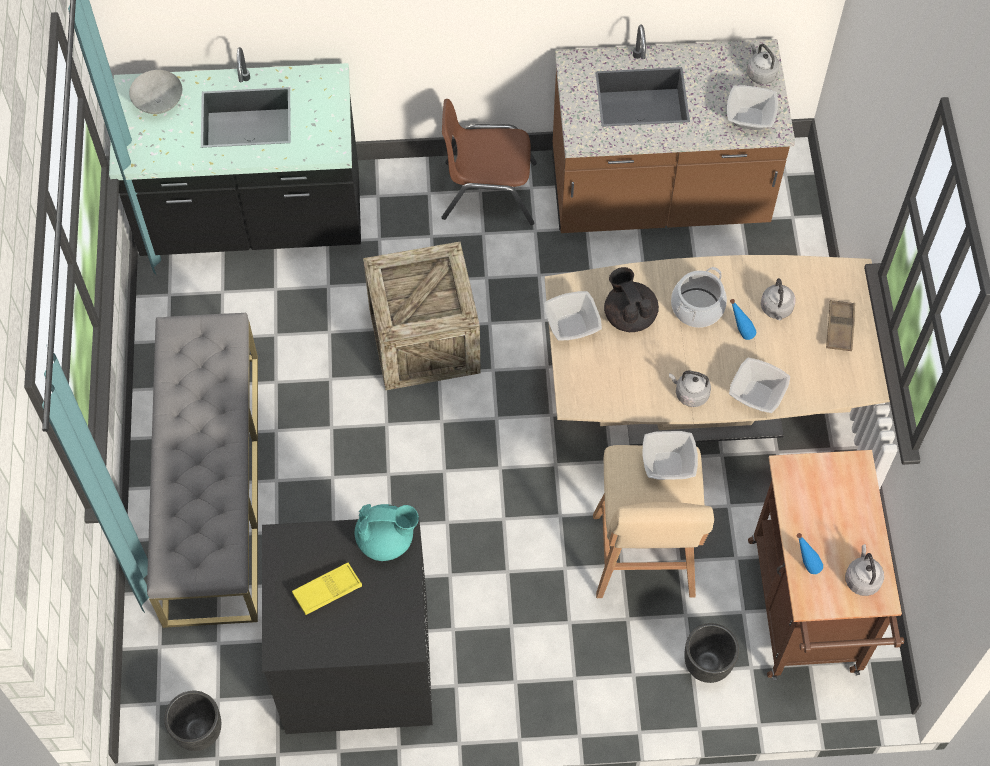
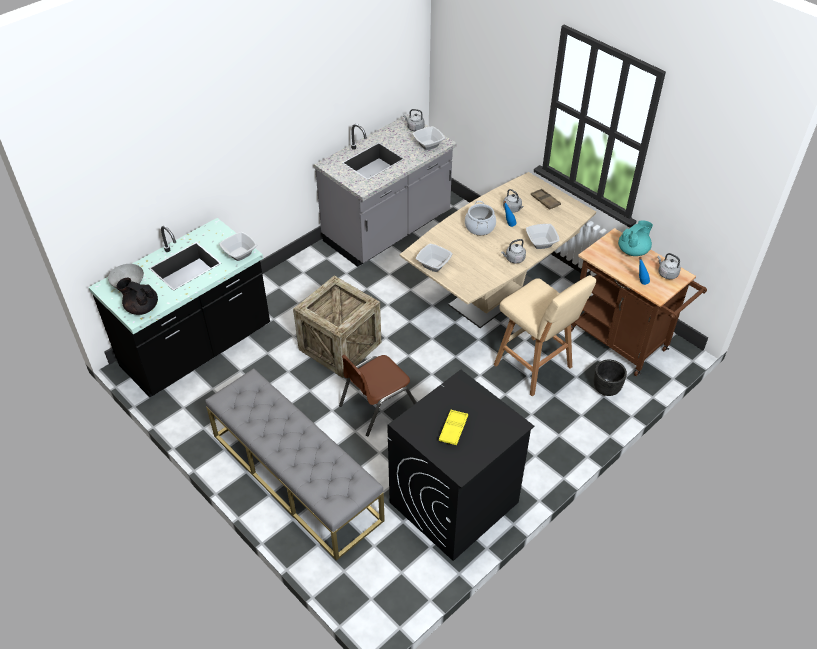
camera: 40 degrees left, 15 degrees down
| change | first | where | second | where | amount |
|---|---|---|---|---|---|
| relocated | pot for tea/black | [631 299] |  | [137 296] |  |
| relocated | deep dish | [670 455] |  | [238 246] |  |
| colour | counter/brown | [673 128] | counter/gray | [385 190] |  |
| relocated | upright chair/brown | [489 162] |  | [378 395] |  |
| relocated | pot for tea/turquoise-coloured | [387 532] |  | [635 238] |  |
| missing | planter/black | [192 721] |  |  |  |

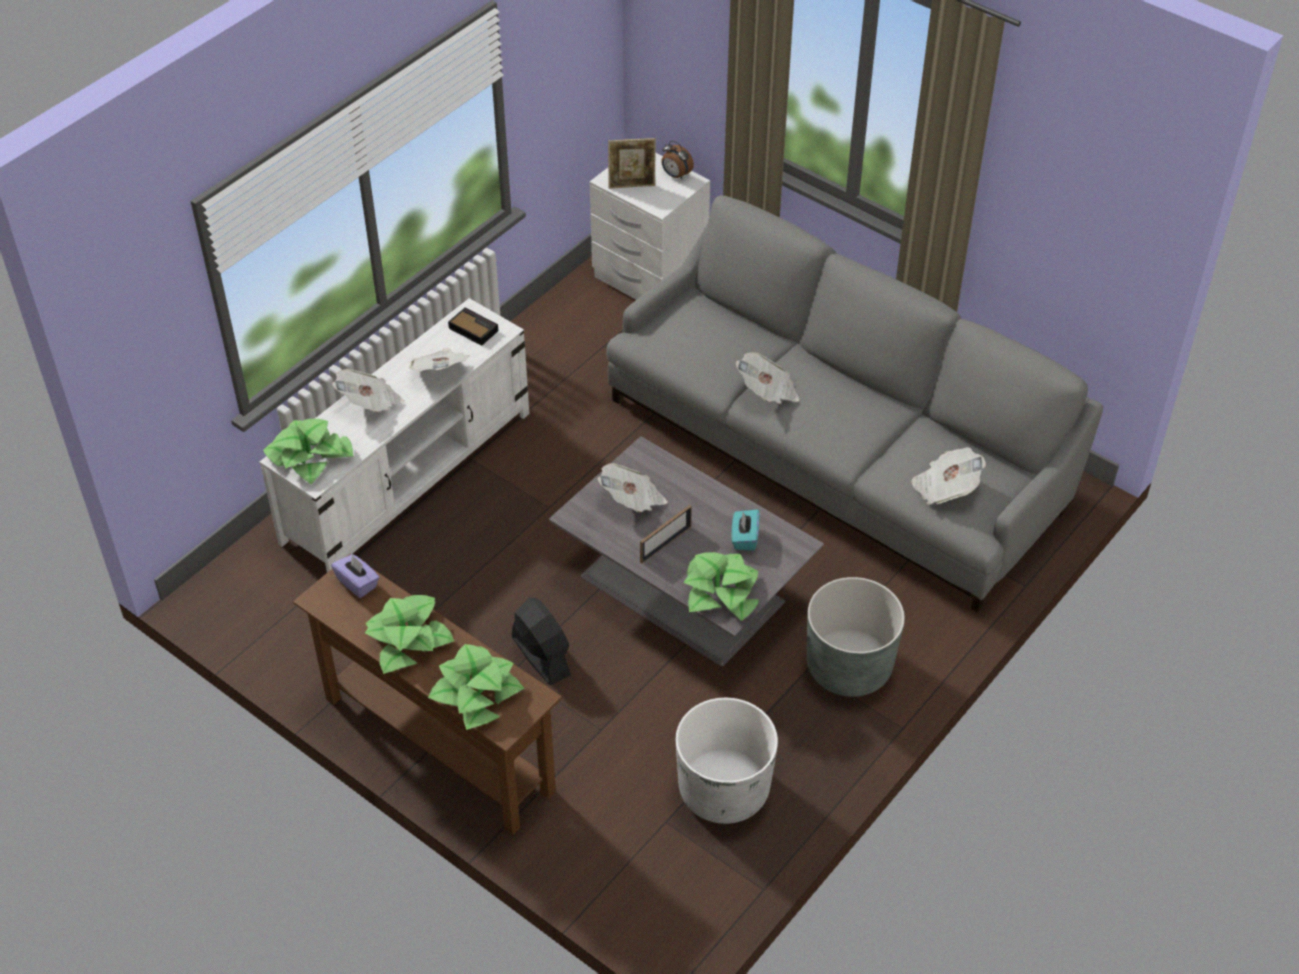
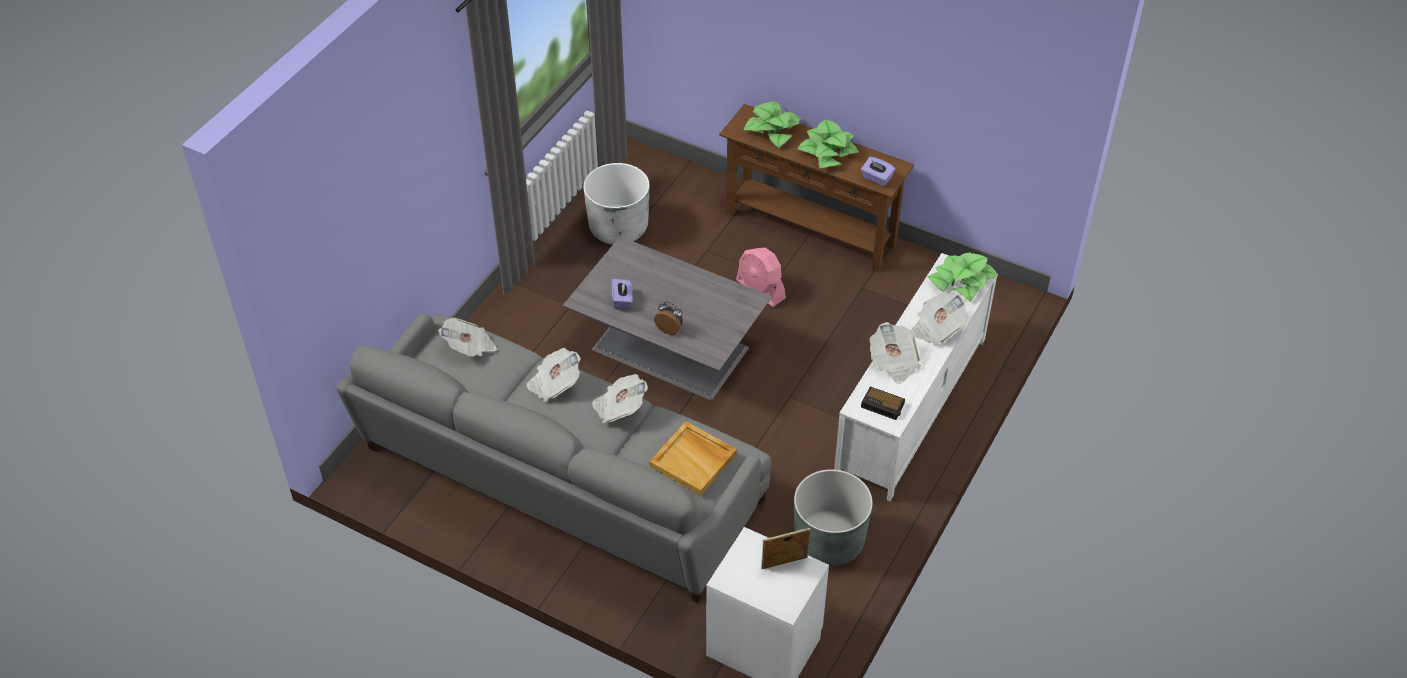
camera: 170 degrees right, 0 degrees up
| change | first | where | second | where | amount |
|---|---|---|---|---|---|
| relocated | printed paper | [632 488] |  | [553 375] |  |
| colour | tissue holder/turquoise-coloured | [746 530] | tissue holder/purplish | [622 294] |  |
| appeared |  |  | serving tray/beige | [693 458] |  |
| relocated | alarm clock | [677 160] |  | [668 318] |  |
| colour | fan/black | [541 641] | fan/pinkish | [761 277] |  |
| relocated | planter/gray | [856 637] |  | [833 517] |  |
| missing | picture frame | [666 534] |  |  |  |
| missing | plant in a pot | [721 586] |  |  |  |

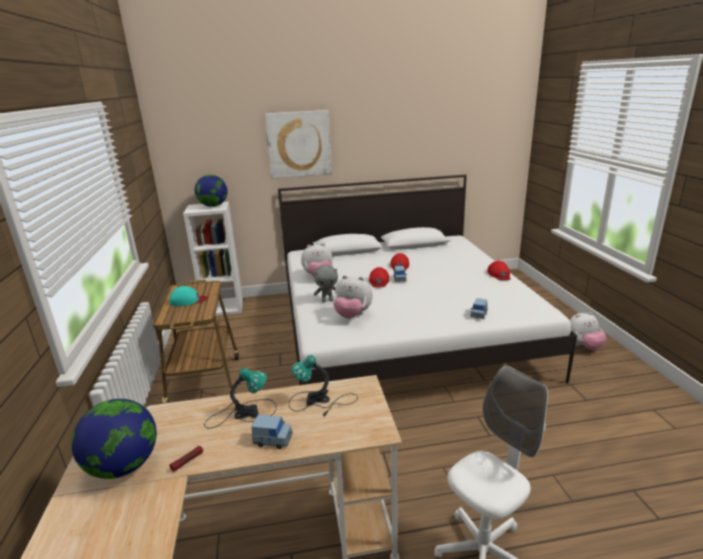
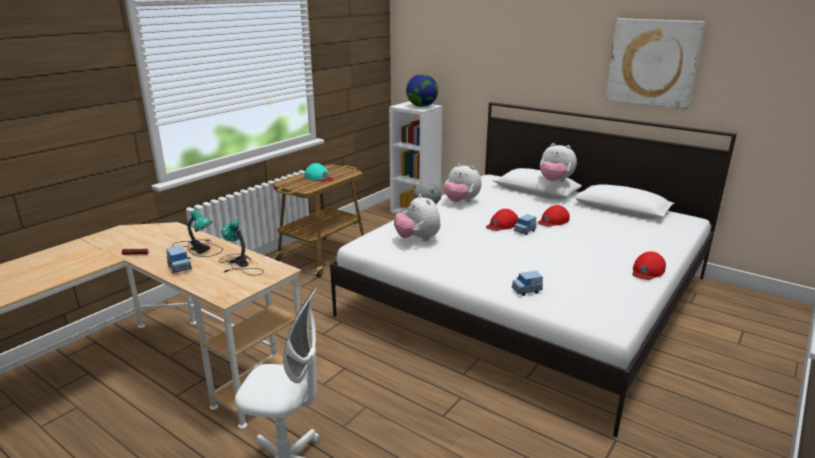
camera: 45 degrees right, 0 degrees up
| change | first | where | second | where | amount |
|---|---|---|---|---|---|
| relocated | plush toy | [588 331] |  | [558 162] |  |
| relocated | picture | [298 144] |  | [655 63] |  |
| missing | globe | [114 439] |  |  |  |

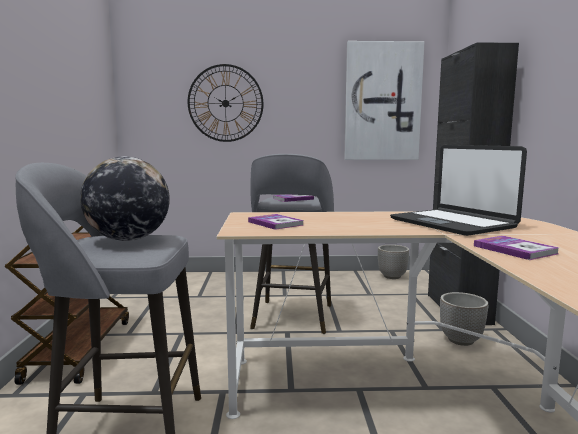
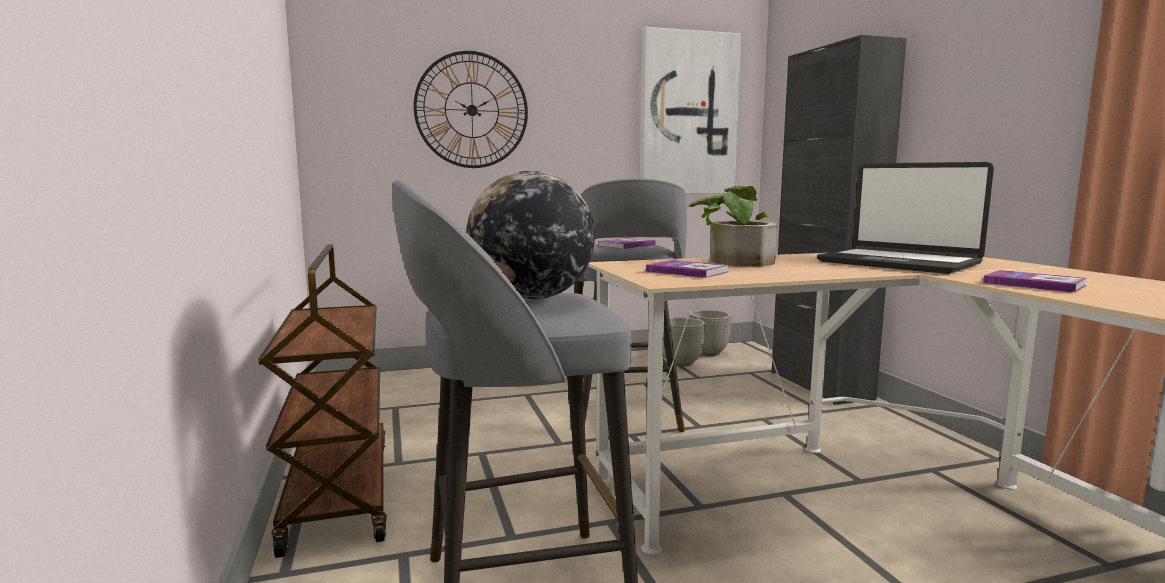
camera: 15 degrees left, 0 degrees up
| change | first | where | second | where | amount |
|---|---|---|---|---|---|
| relocated | planter | [464 319] |  | [684 342] |  |
| appeared |  |  | plant in a pot | [733 225] |  |

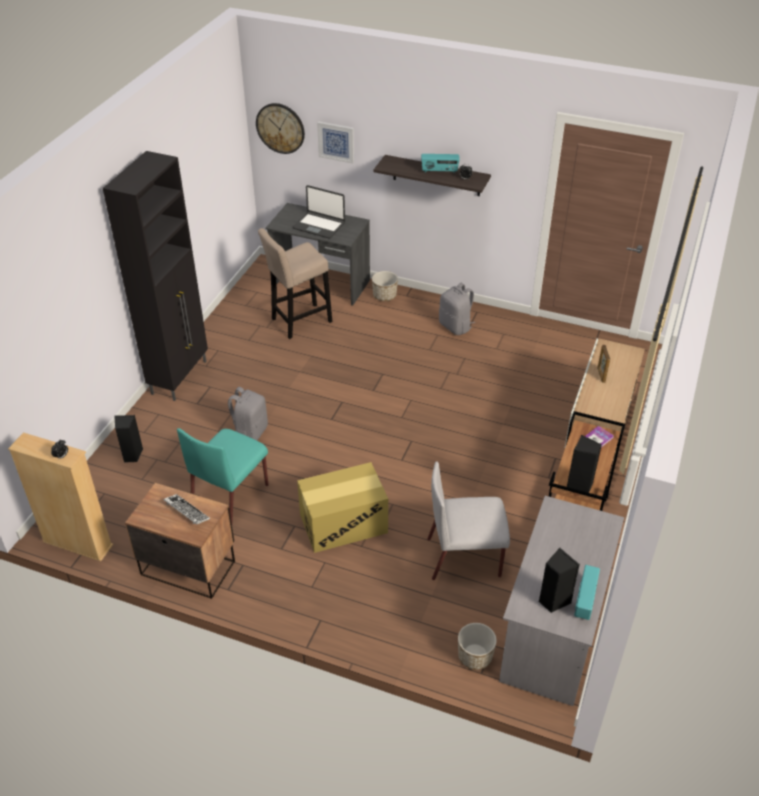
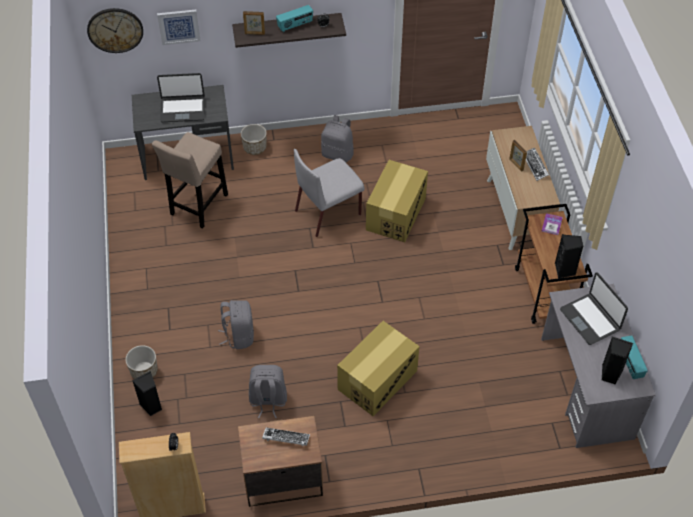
camera: 30 degrees left, 10 degrees up
| change | first | where | second | where | amount |
|---|---|---|---|---|---|
| relocated | planter | [477 646] |  | [141 362] |  |
| appeared |  |  | picture frame | [254 23] |  |
| exchanged | upright chair/turquoise-coloured | [223 475] | knapsack/gray | [268 391] |  |
| relocated | upright chair/gray | [468 520] |  | [329 193] |  |
| appeared |  |  | carton | [397 201] |  |
| appeared |  |  | PC keyboard | [537 164] |  |
| appeared |  |  | laptop | [594 308] |  |
| missing | cabinet/black | [155 276] |  |  |  |

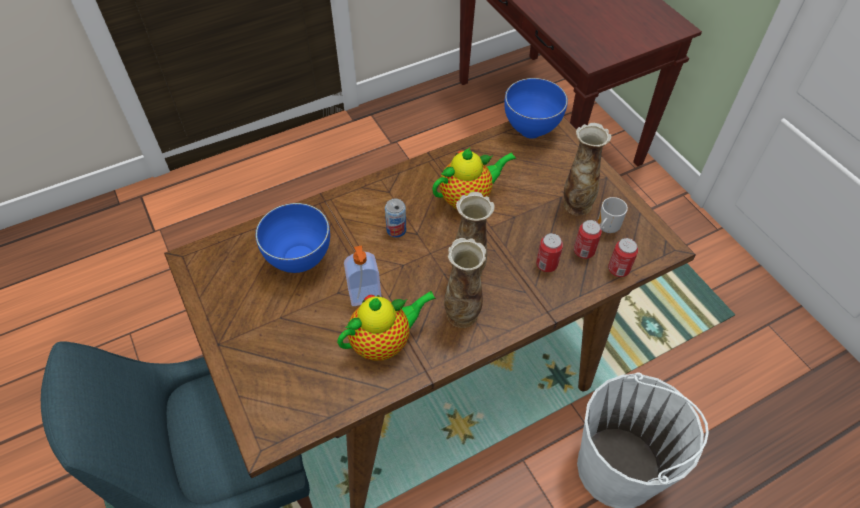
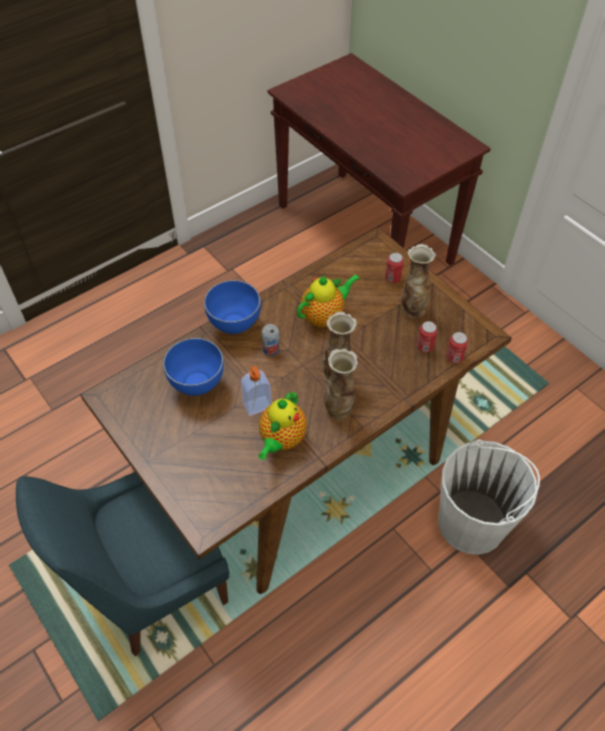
camera: 10 degrees left, 0 degrees up
| change | first | where | second | where | amount |
|---|---|---|---|---|---|
| relocated | deep dish/blue | [536 108] |  | [232 307] |  |
| spun | pot for tea | [386 326] |  | [282 425] | 150 degrees clockwise |
| relocated | can | [549 252] |  | [394 268] |  |
| missing | coffee mug | [612 215] |  |  |  |

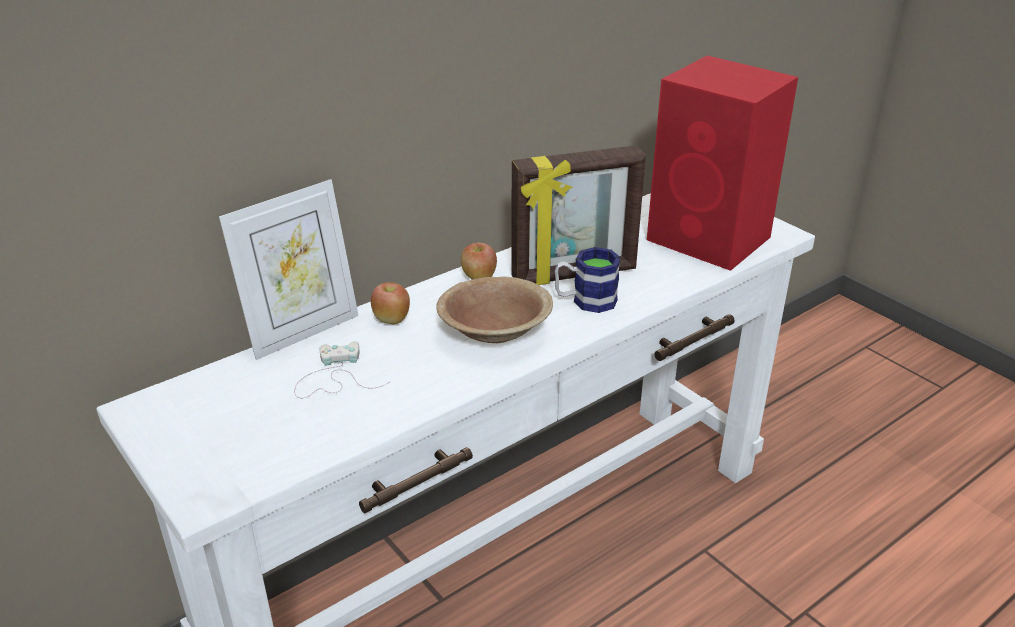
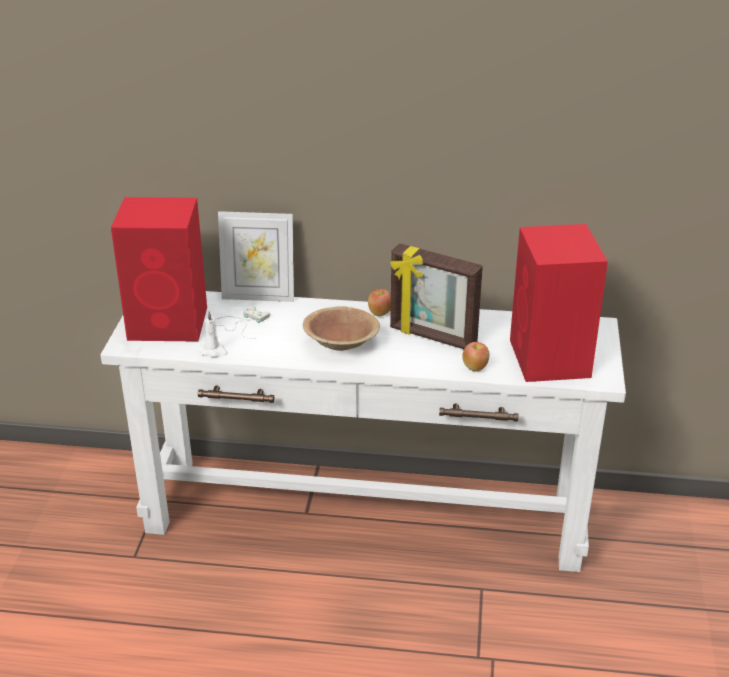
camera: 45 degrees right, 0 degrees up
| change | first | where | second | where | amount |
|---|---|---|---|---|---|
| appeared |  |  | loudspeaker/red | [159 269] |  |
| appeared |  |  | wax light/white | [213 334] |  |
| relocated | apple fruit | [390 303] |  | [475 357] |  |
| missing | coffee mug | [588 280] |  |  |  |

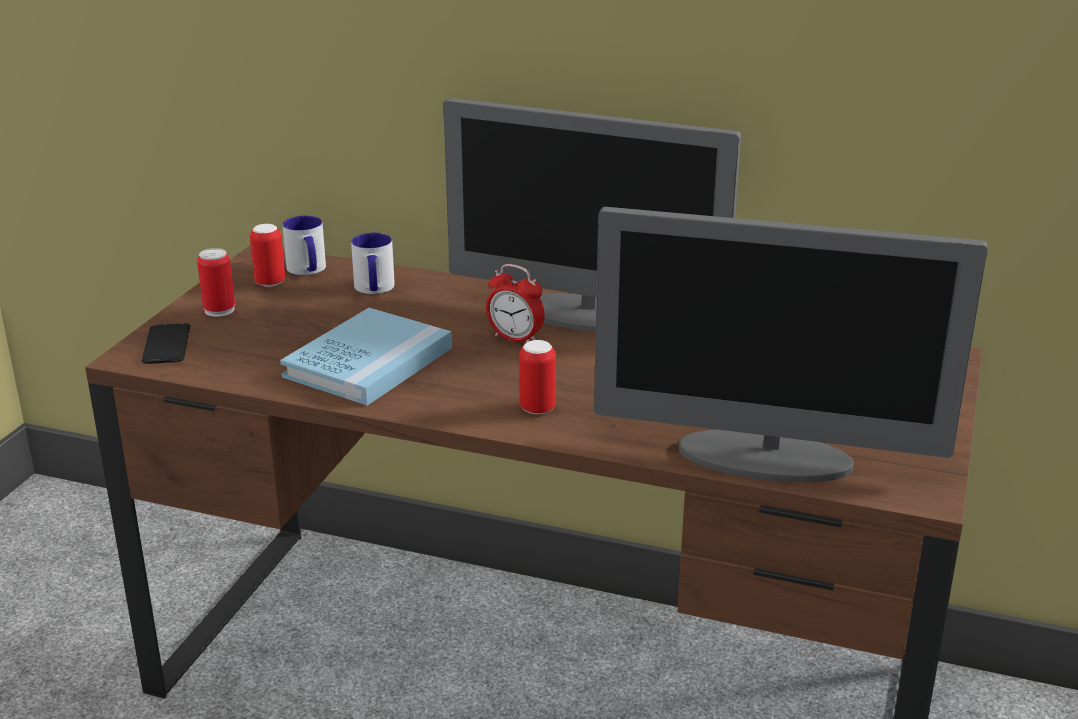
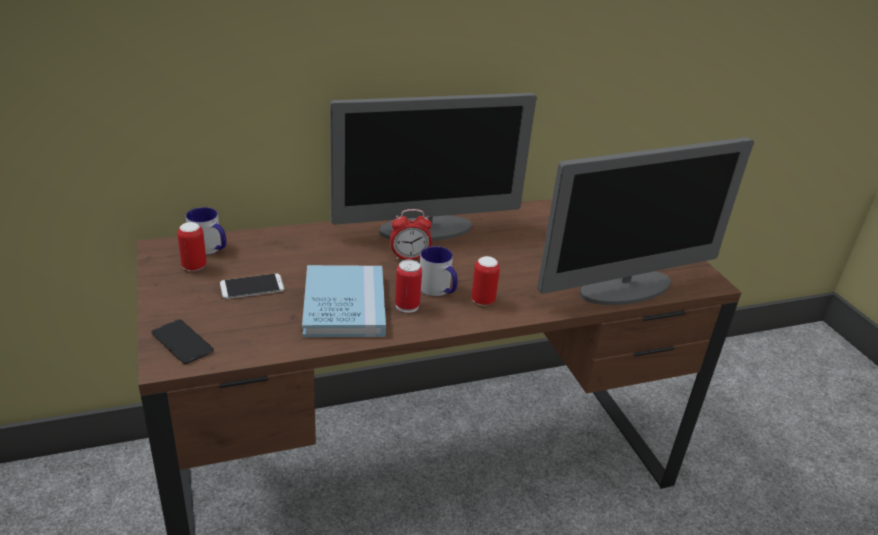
camera: 40 degrees left, 5 degrees up
| change | first | where | second | where | amount |
|---|---|---|---|---|---|
| appeared |  |  | phone | [252 286] |  |
| relocated | can | [216 282] |  | [408 286] |  |
| relocated | coffee mug | [373 263] |  | [439 271] |  |

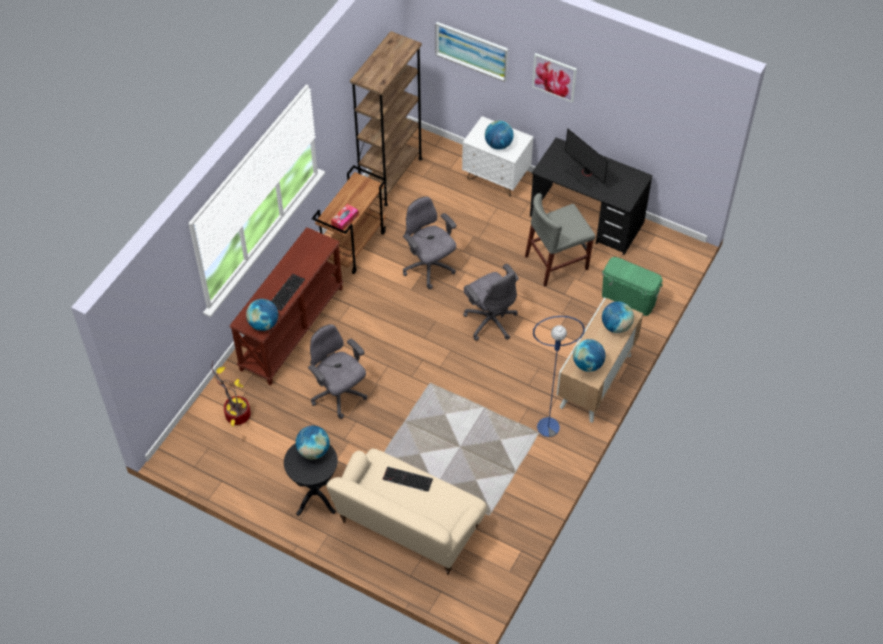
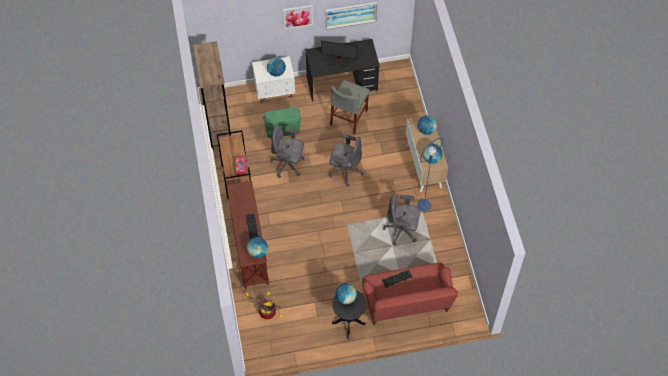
camera: 40 degrees left, 5 degrees up
| change | first | where | second | where | amount |
|---|---|---|---|---|---|
| relocated | storage container/green-coloured | [632 286] |  | [282 122] |  |
| relocated | picture | [471 52] |  | [351 15] |  |
| colour | couch/beige | [406 511] | couch/red | [410 294] |  |
| relocated | desk chair/gray | [338 371] |  | [401 219] |  |

